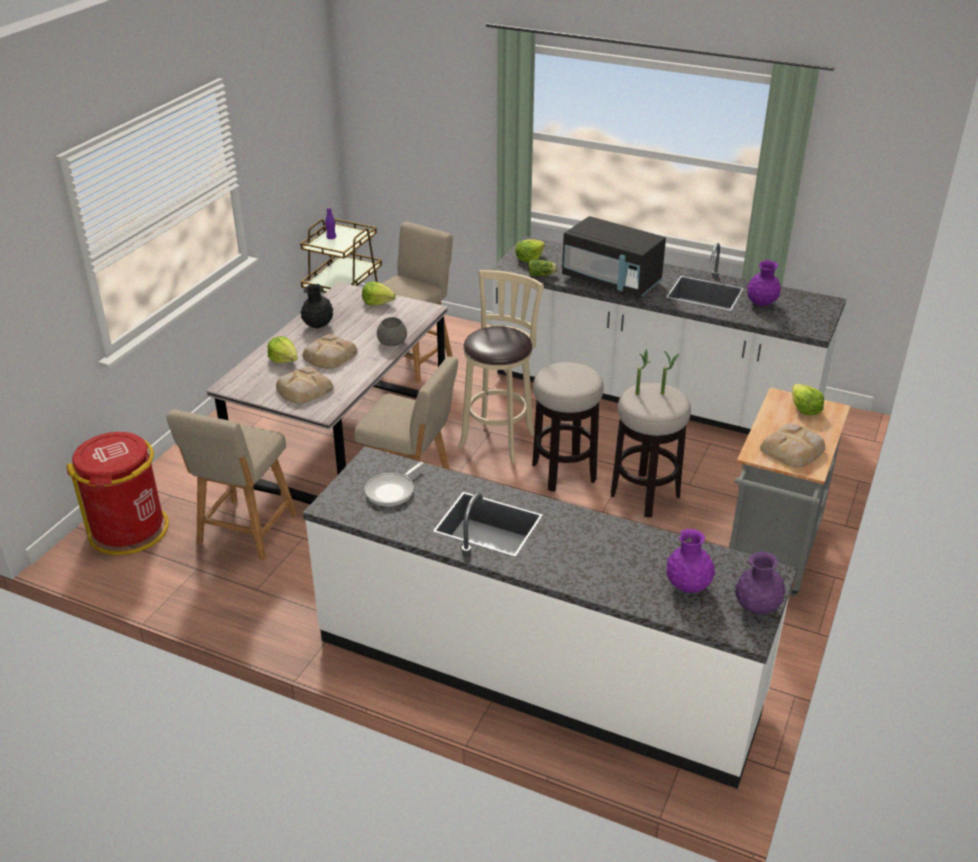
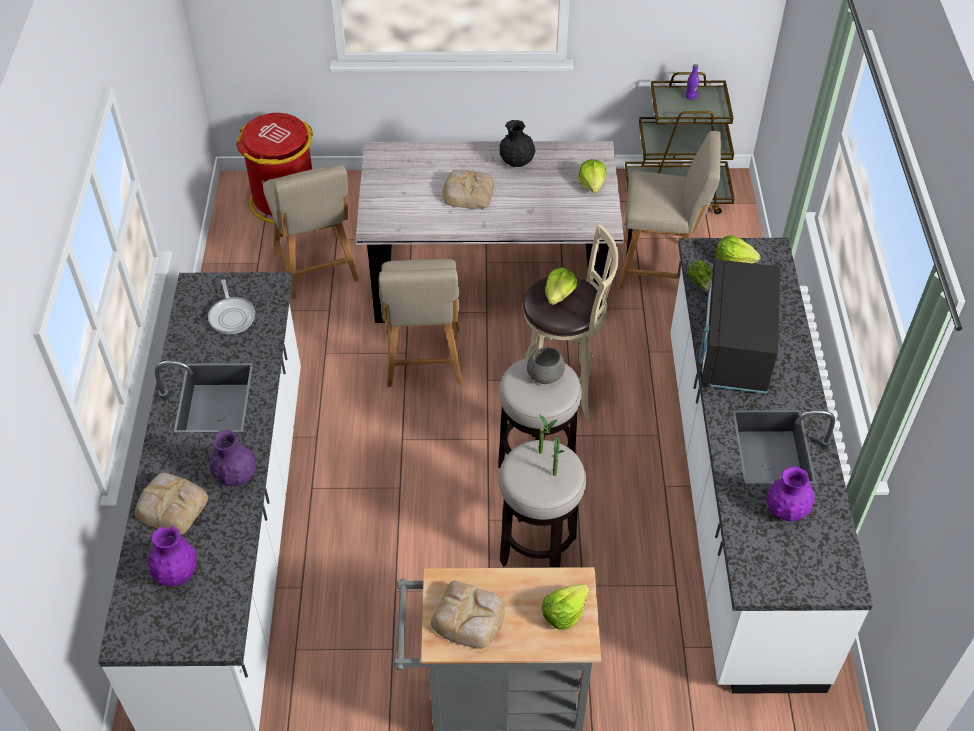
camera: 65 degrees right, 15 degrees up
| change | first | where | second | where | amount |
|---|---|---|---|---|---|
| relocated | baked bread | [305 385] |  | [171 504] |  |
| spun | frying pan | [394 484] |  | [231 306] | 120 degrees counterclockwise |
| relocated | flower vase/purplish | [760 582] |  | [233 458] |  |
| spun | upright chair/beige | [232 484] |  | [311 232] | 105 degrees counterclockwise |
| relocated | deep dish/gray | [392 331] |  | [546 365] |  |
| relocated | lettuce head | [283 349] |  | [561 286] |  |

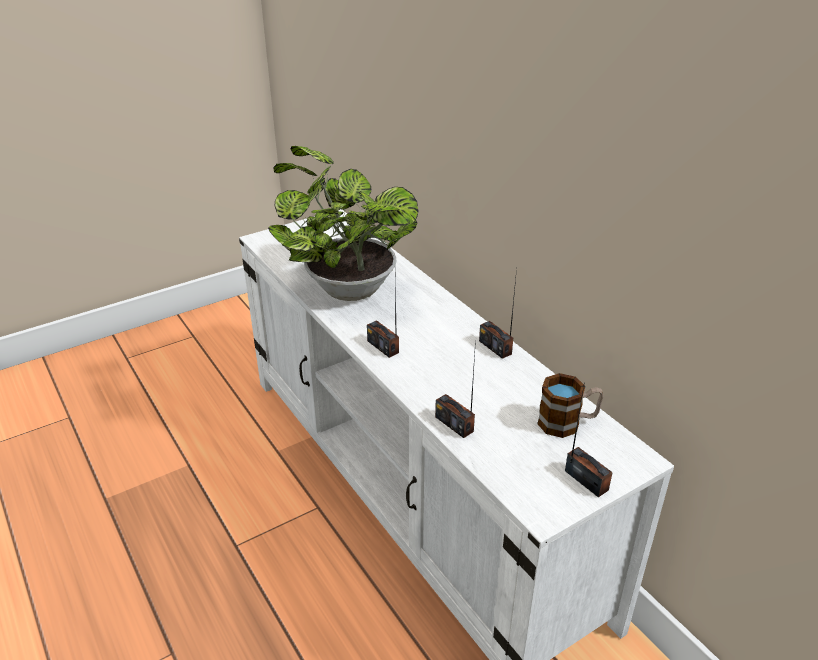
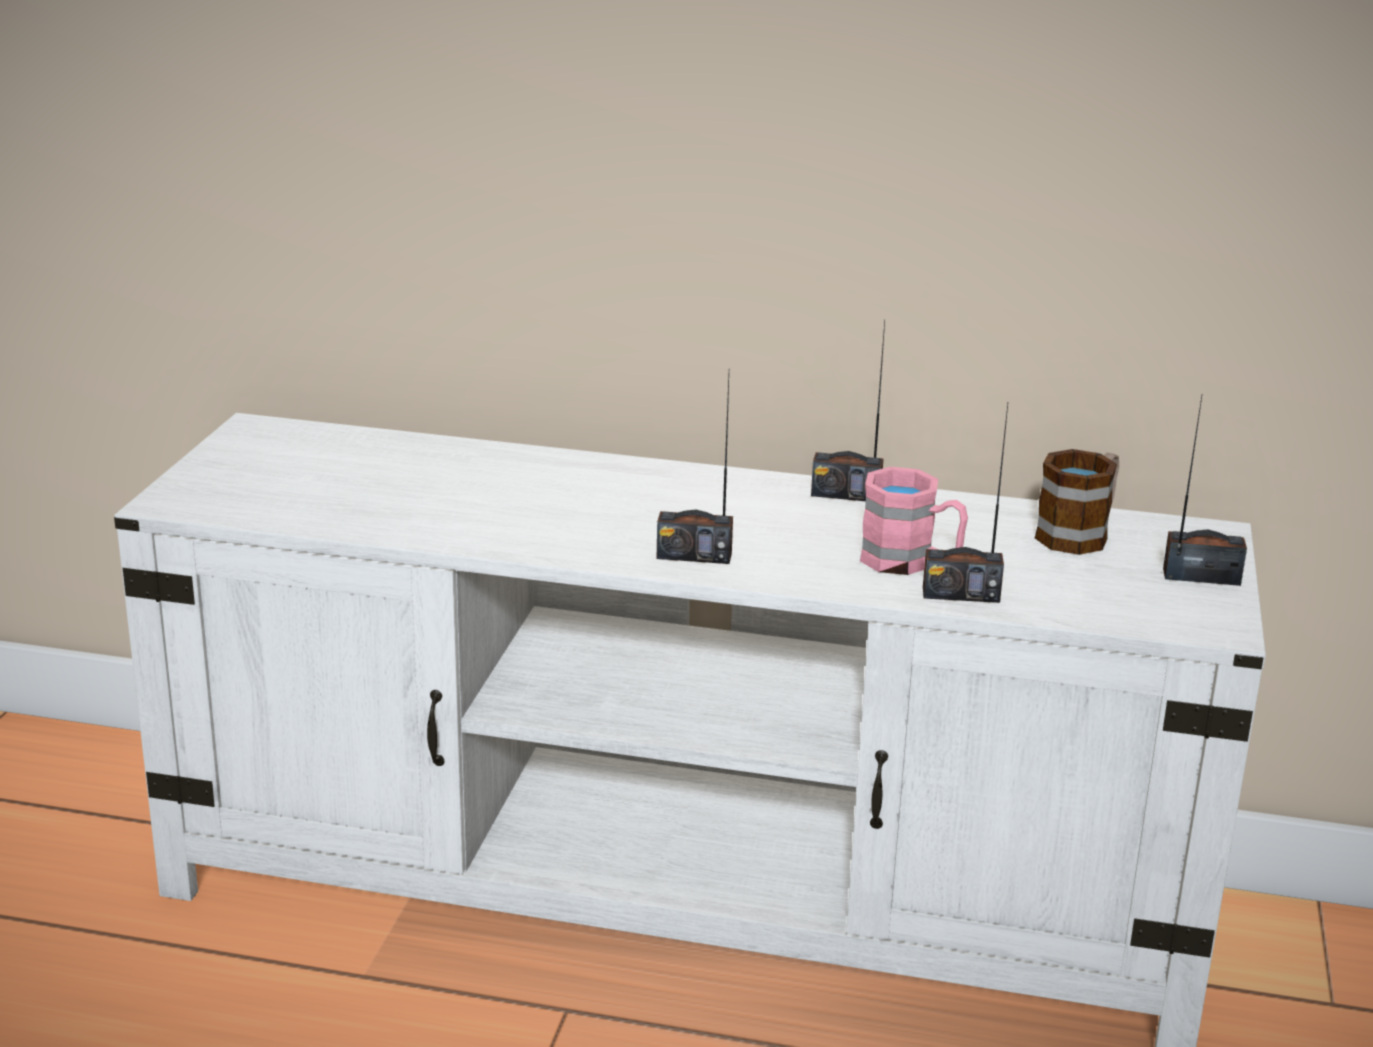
camera: 45 degrees left, 10 degrees down
| change | first | where | second | where | amount |
|---|---|---|---|---|---|
| appeared |  |  | coffee mug/pinkish | [914 521] |  |
| missing | plant in a pot | [343 223] |  |  |  |

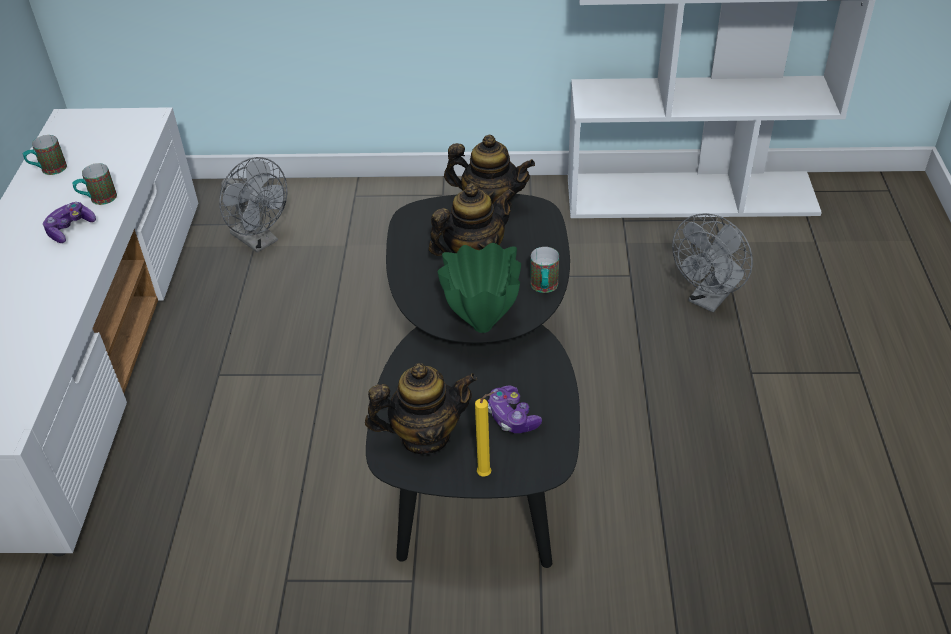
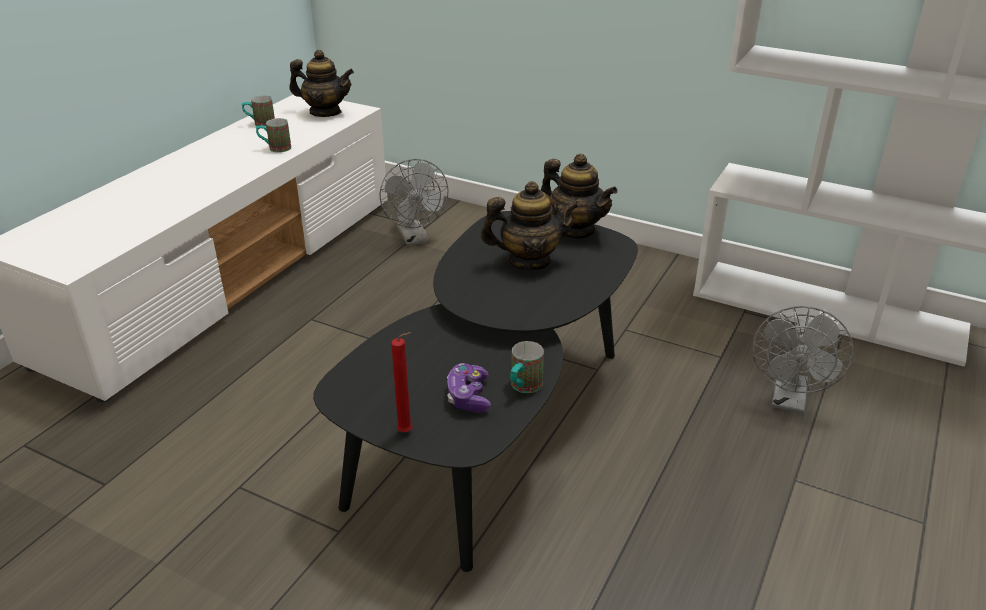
camera: 25 degrees right, 10 degrees down
| change | first | where | second | where | amount |
|---|---|---|---|---|---|
| relocated | pot for tea | [421 409] |  | [321 83] |  |
| colour | wax light/yellowish | [484 434] | wax light/red | [401 382] |  |
| relocated | coffee mug | [544 270] |  | [527 367] |  |
| spun | fan/gray | [712 262] |  | [803 360] | 45 degrees counterclockwise |
| missing | joypad | [69 222] |  |  |  |
| missing | flower vase/green-coloured | [479 288] |  |  |  |

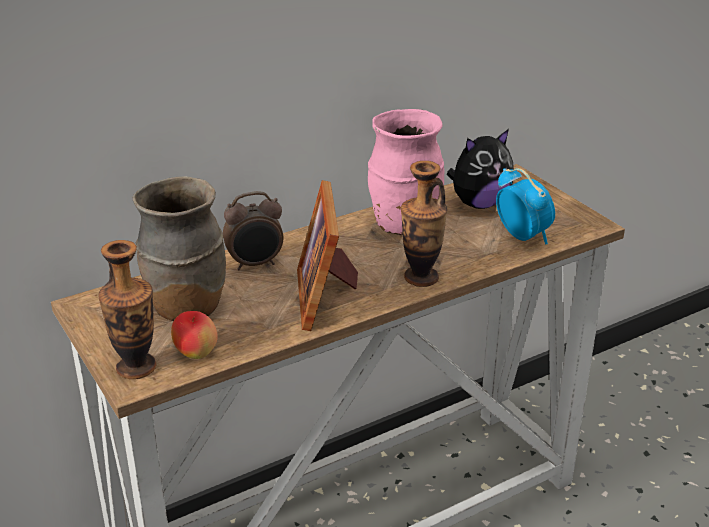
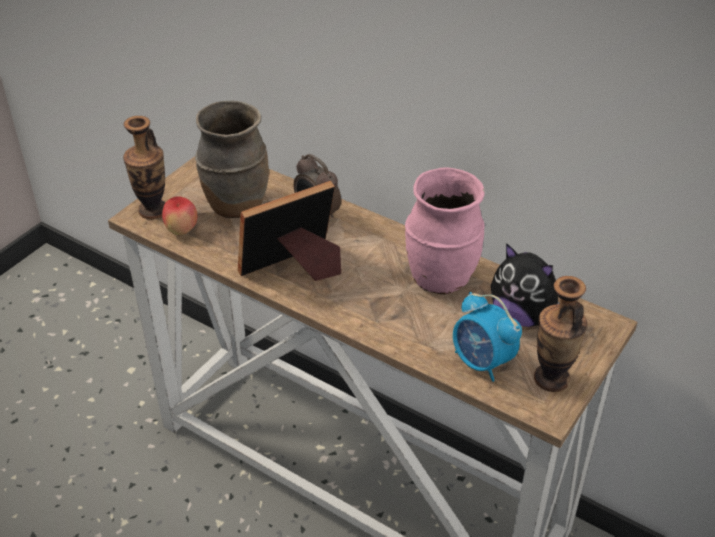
camera: 65 degrees right, 10 degrees up
| change | first | where | second | where | amount |
|---|---|---|---|---|---|
| spun | alarm clock | [525 206] |  | [487 337] | 105 degrees clockwise |
| relocated | flower vase | [424 224] |  | [560 334] |  |

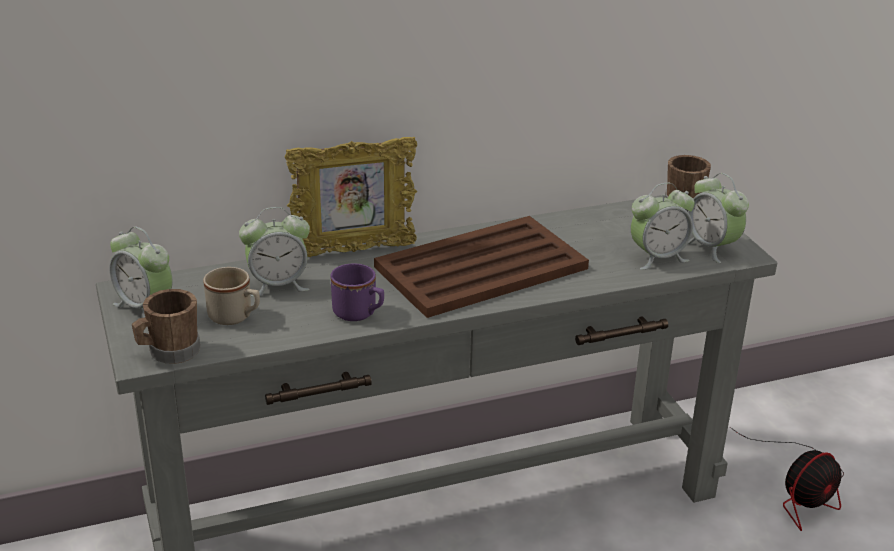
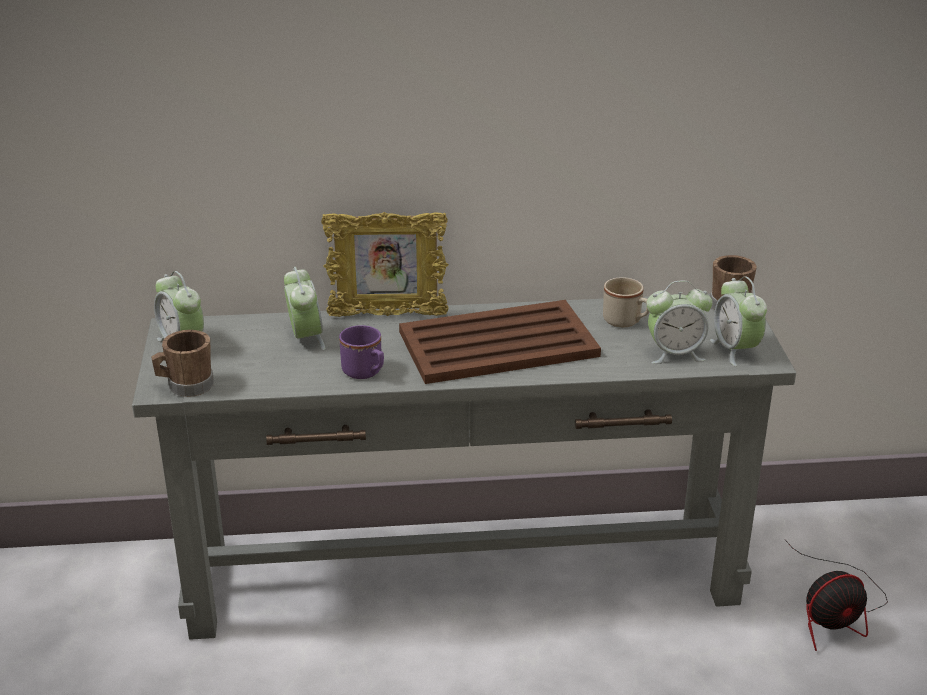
camera: 15 degrees right, 0 degrees up
| change | first | where | second | where | amount |
|---|---|---|---|---|---|
| spun | alarm clock | [274 252] |  | [304 308] | 105 degrees counterclockwise |
| relocated | coffee mug/beige | [231 296] |  | [626 302] |  |

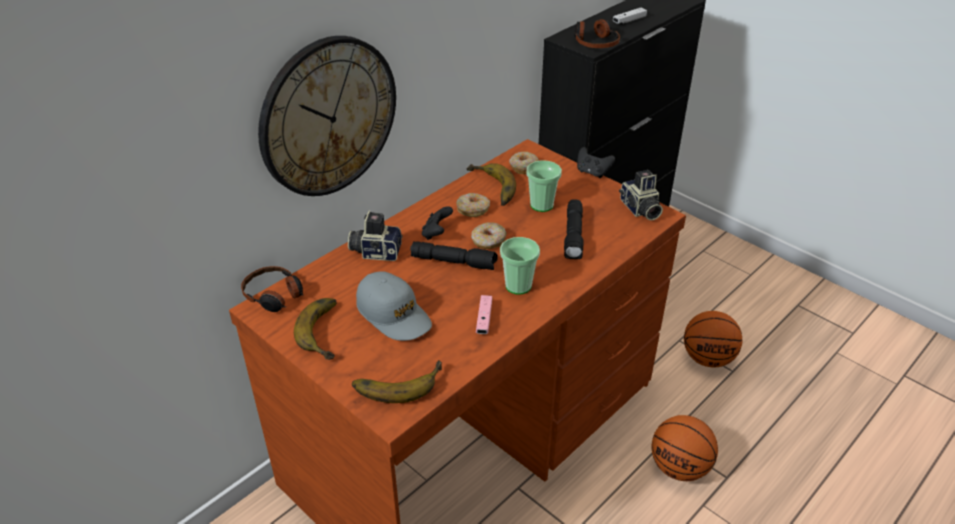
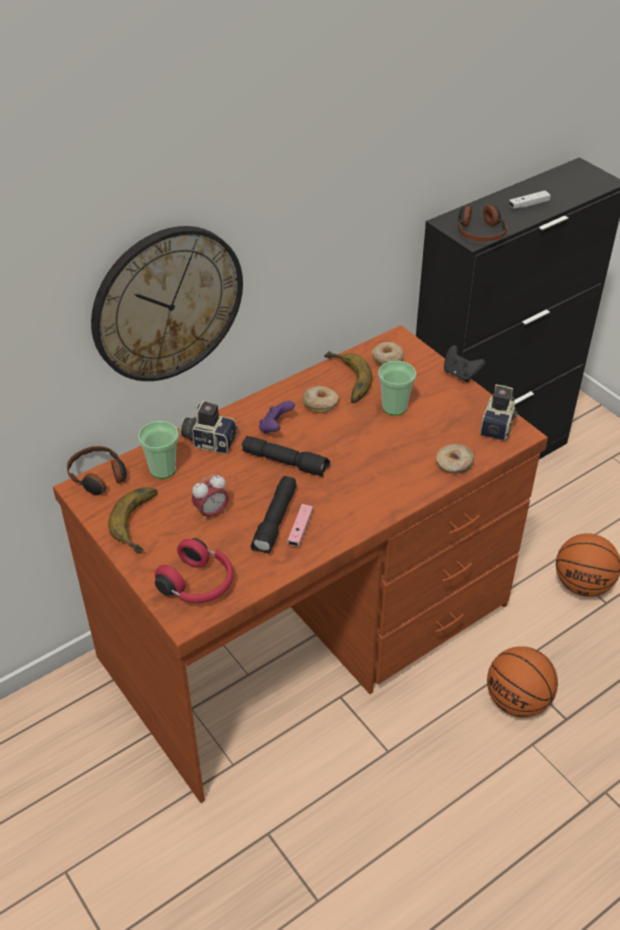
camera: 10 degrees right, 5 degrees up
| change | first | where | second | where | amount |
|---|---|---|---|---|---|
| relocated | drinking cup | [520 266] |  | [158 450] |  |
| exchanged | banana | [397 381] | pair of headphones/red | [194 570] |  |
| exchanged | peaked cap/gray | [394 306] | alarm clock | [210 497] |  |
| relocated | flashlight/black | [573 229] |  | [273 515] |  |
| colour | joypad/black | [437 223] | joypad/purplish | [277 417] |  |
| relocated | doughnut | [489 235] |  | [455 459] |  |
| spun | still camera | [641 195] |  | [499 412] | 150 degrees counterclockwise |

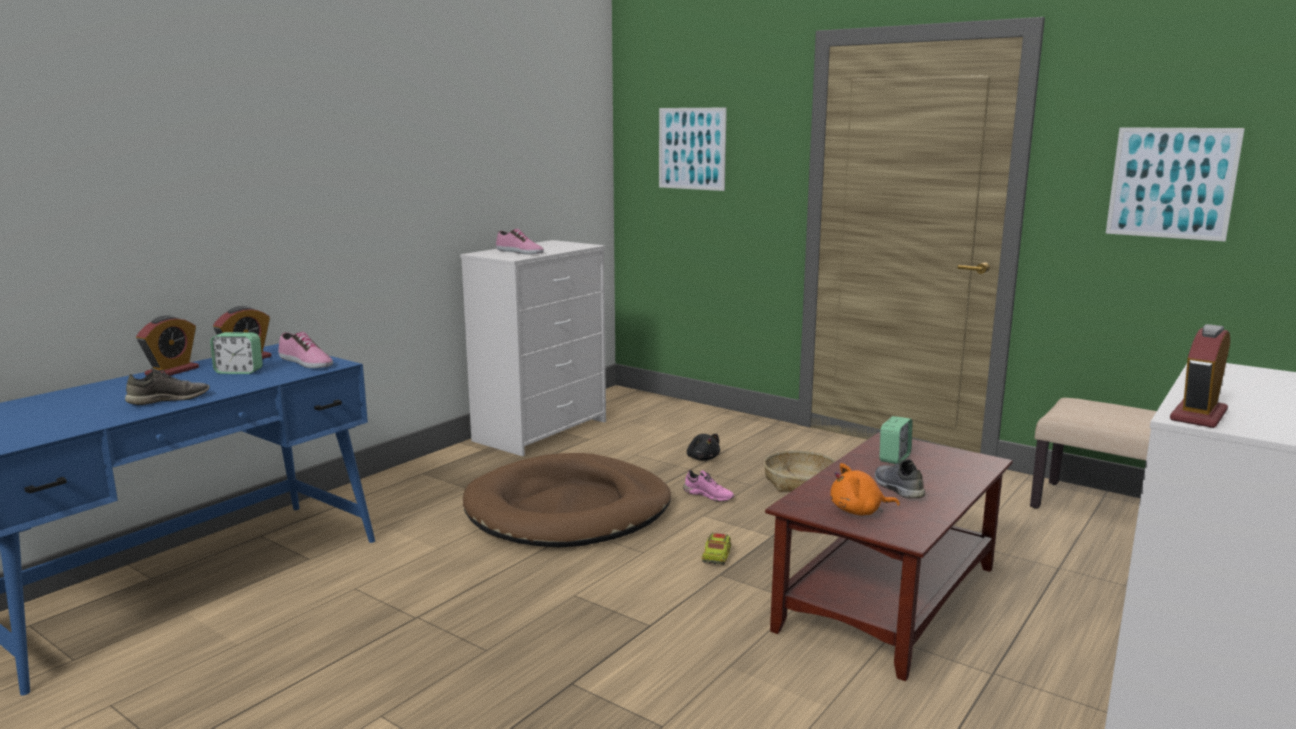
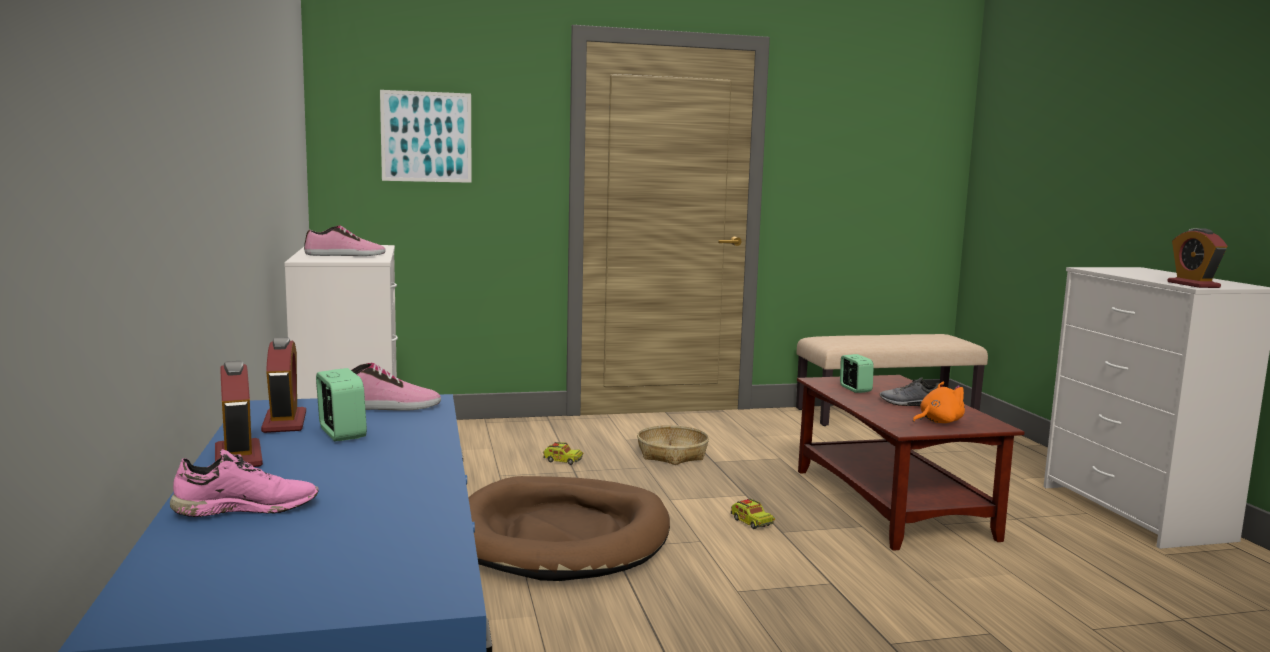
camera: 50 degrees left, 5 degrees down
| change | first | where | second | where | amount |
|---|---|---|---|---|---|
| relocated | low shoe/pinkish | [708 486] |  | [244 483] |  |
| spun | alarm clock | [236 353] |  | [341 405] | 75 degrees counterclockwise |
| exchanged | plush toy/black | [703 447] | toy lorry | [563 453] |  |
| spun | plush toy/orange | [865 489] |  | [939 402] | 150 degrees counterclockwise |
| missing | low shoe/gray | [167 386] |  |  |  |
| missing | picture | [1175 184] |  |  |  |

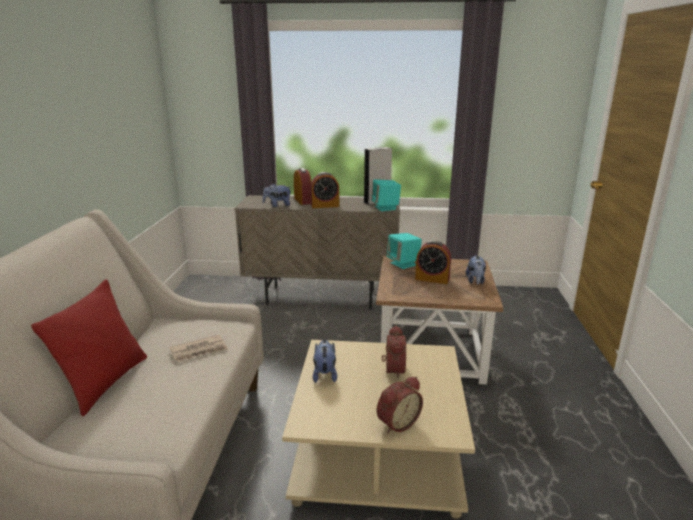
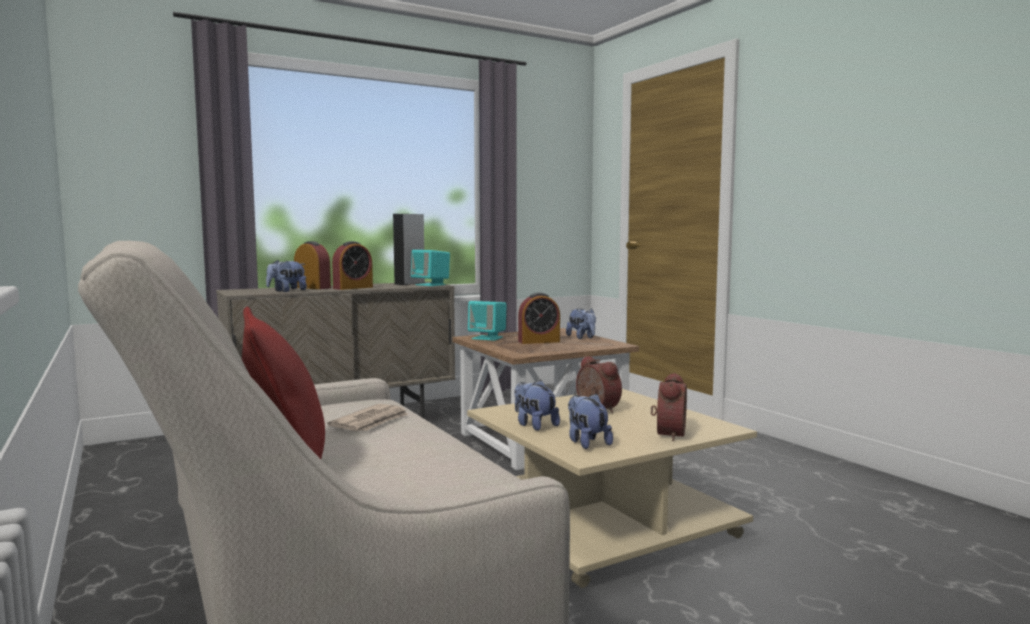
camera: 35 degrees left, 15 degrees down
| change | first | where | second | where | amount |
|---|---|---|---|---|---|
| appeared |  |  | plush toy | [590 421] |  |

